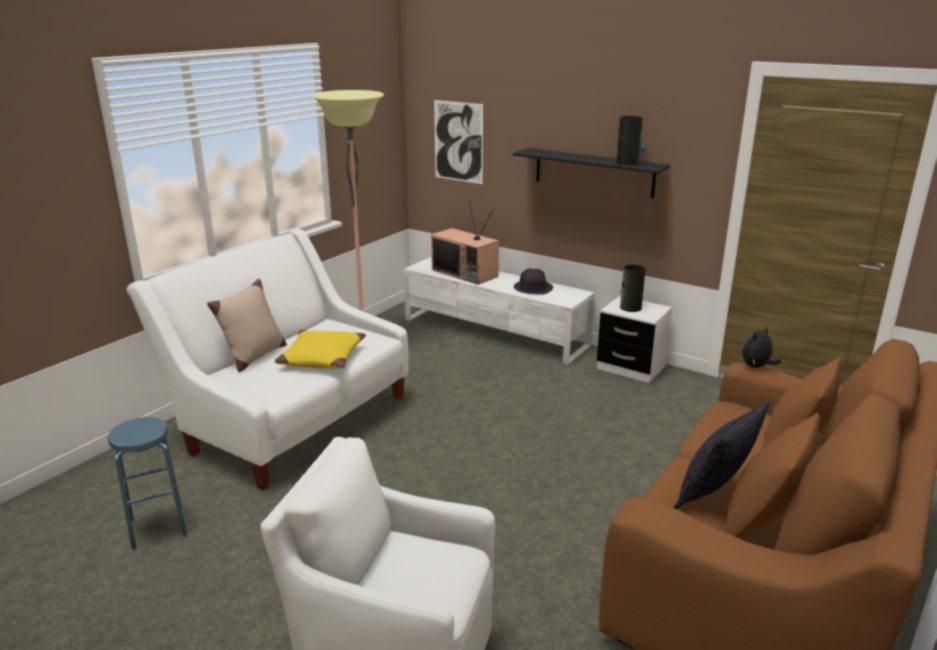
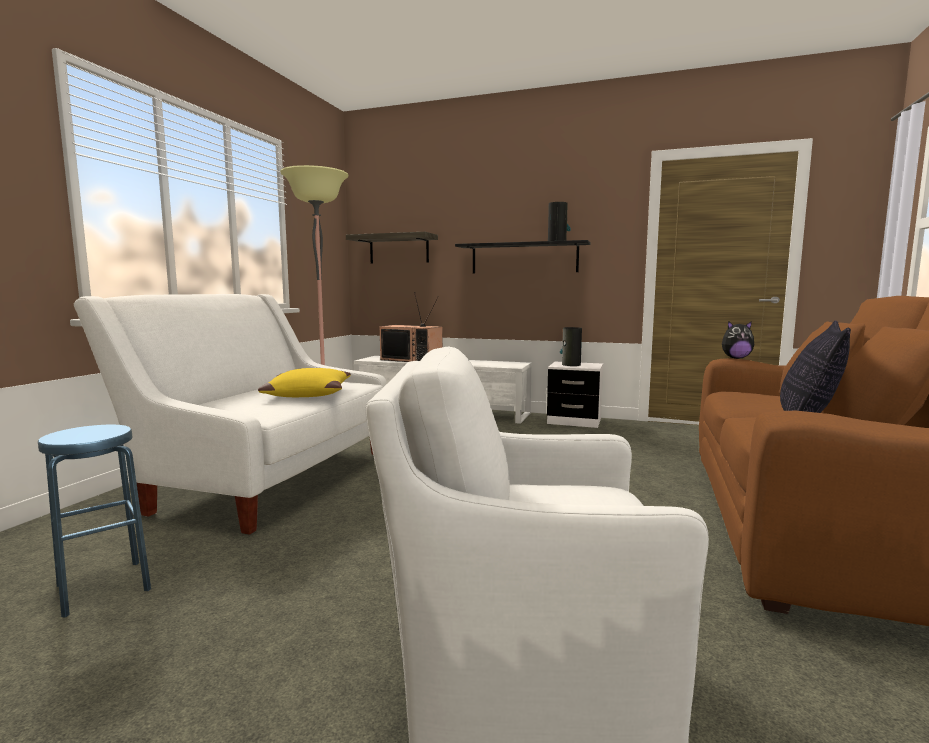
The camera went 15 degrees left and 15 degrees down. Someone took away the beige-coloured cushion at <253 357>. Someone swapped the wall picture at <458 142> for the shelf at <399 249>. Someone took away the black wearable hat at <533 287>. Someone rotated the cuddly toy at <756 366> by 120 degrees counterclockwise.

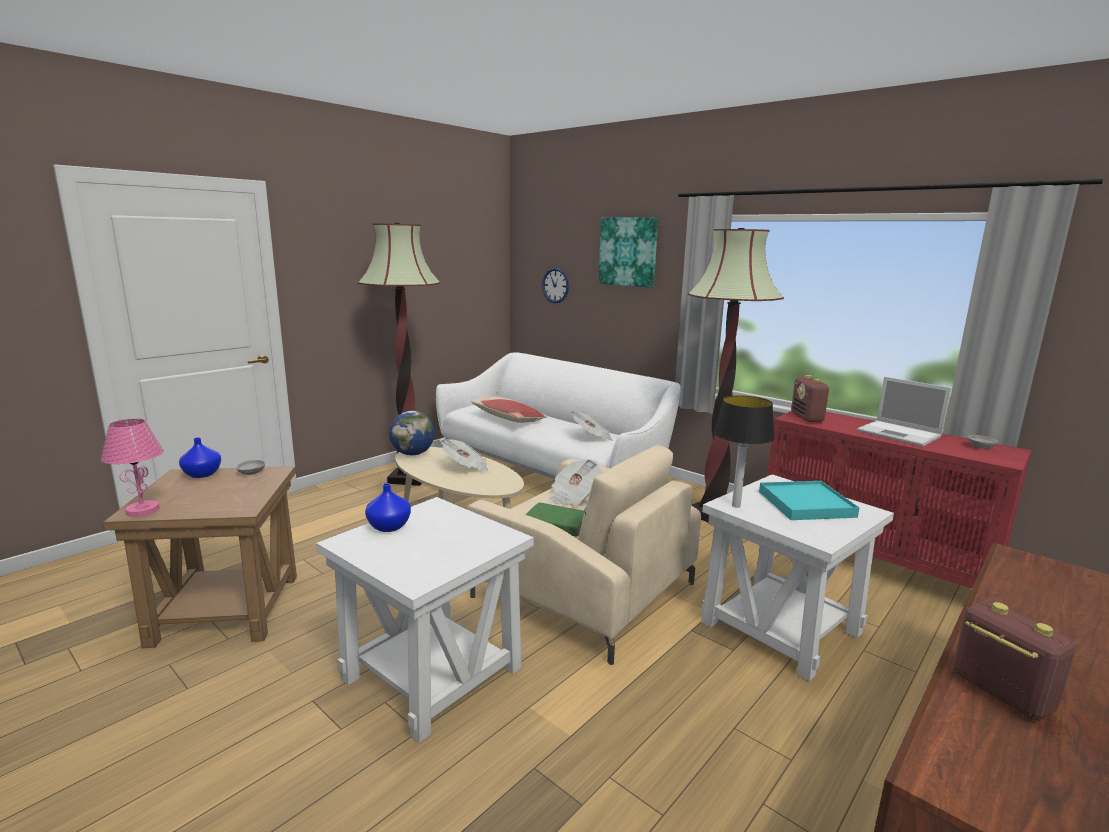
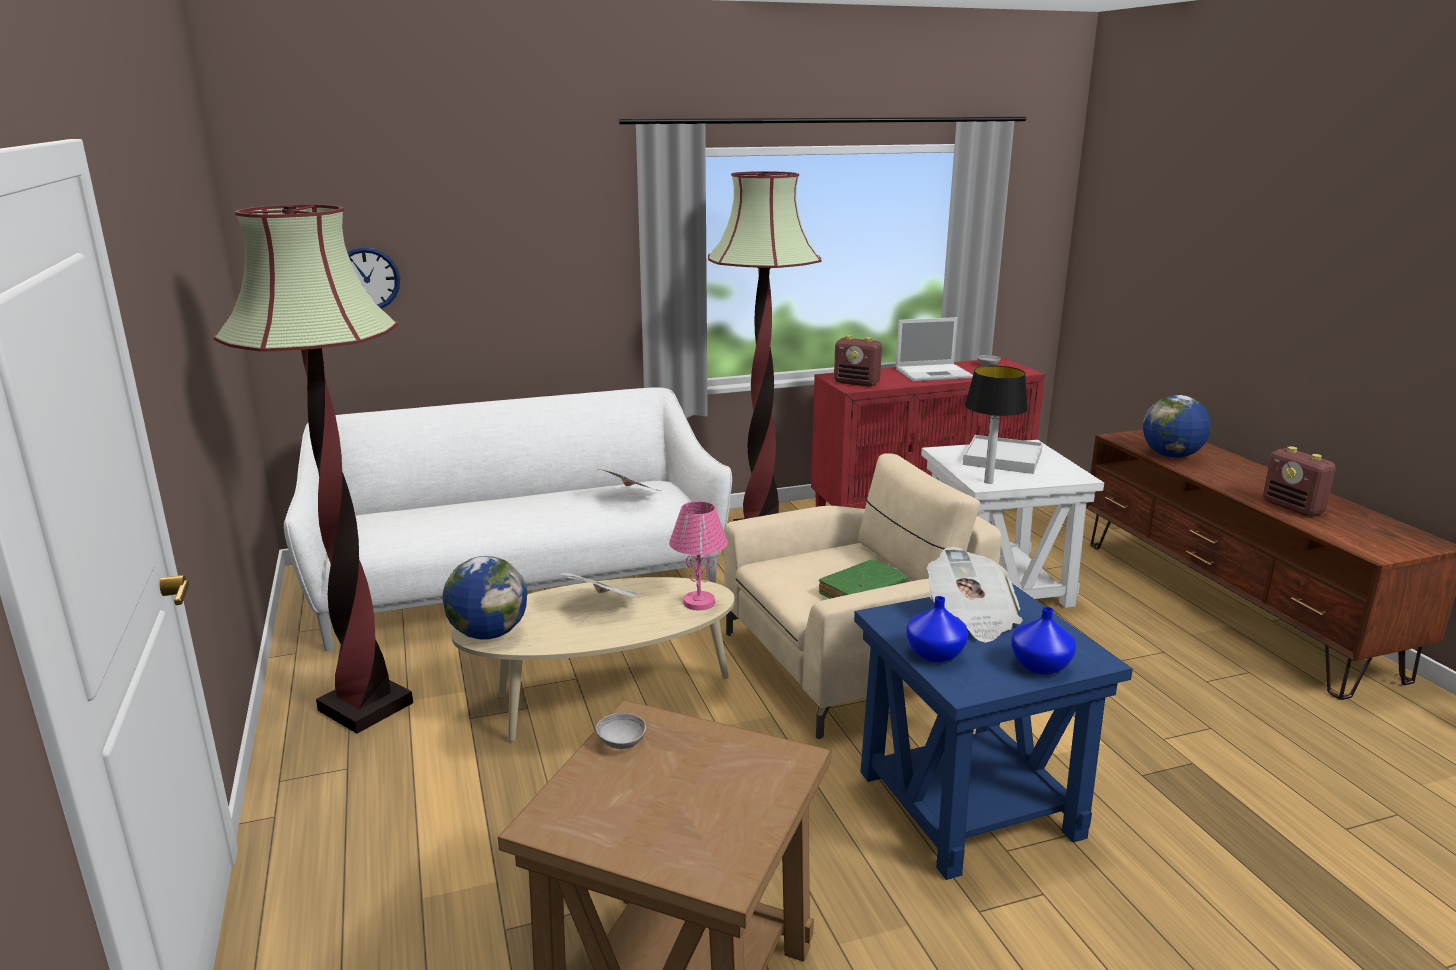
The camera went 60 degrees left and 5 degrees up. Someone carried the pink-coloured lamp for a table from <142 510> to <698 603>. Someone carried the bluish vase from <202 474> to <1041 666>. Someone repainted the whitish accent table at <432 674>, which became the bluish accent table at <970 804>. Someone took away the cushion at <507 418>. Someone carried the printed paper from <574 497> to <972 617>. Someone took away the wall picture at <628 252>. Someone repainted the blue-green tray at <805 504>, which became the whitish tray at <1002 458>. Someone rotated the radio at <999 692> by 120 degrees counterclockwise. Someone put down the world globe at <1171 456>.

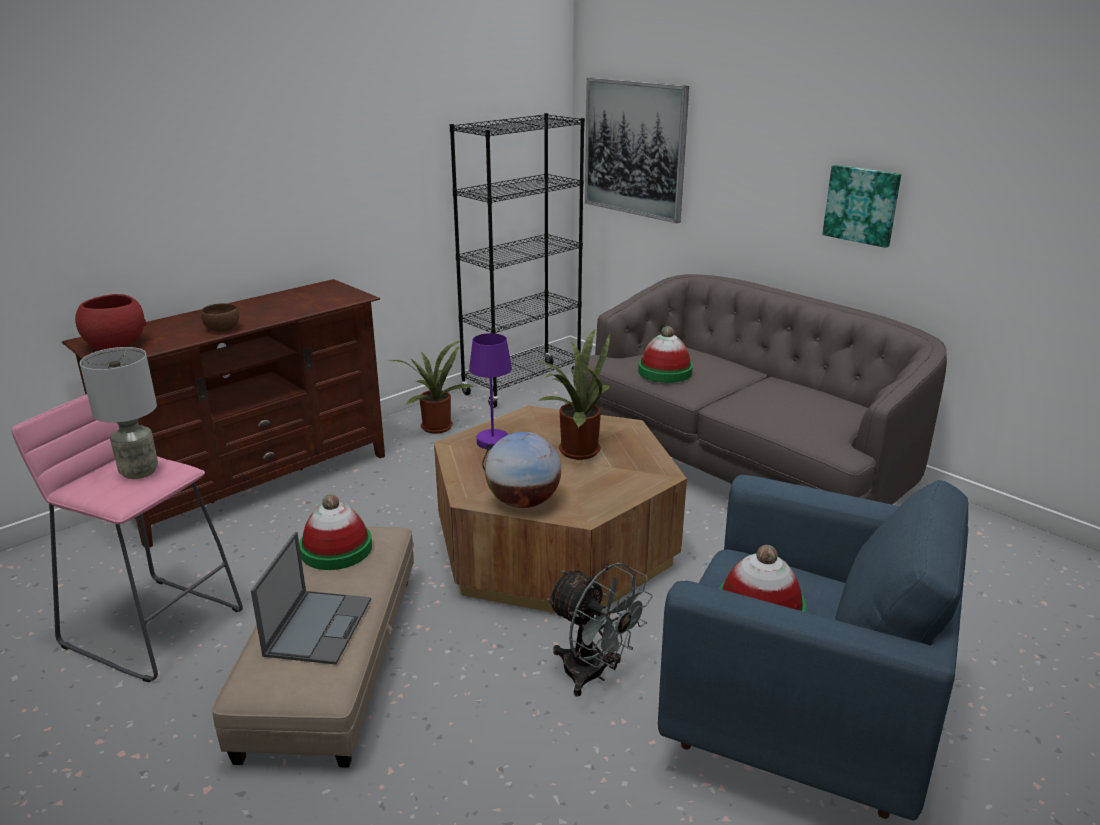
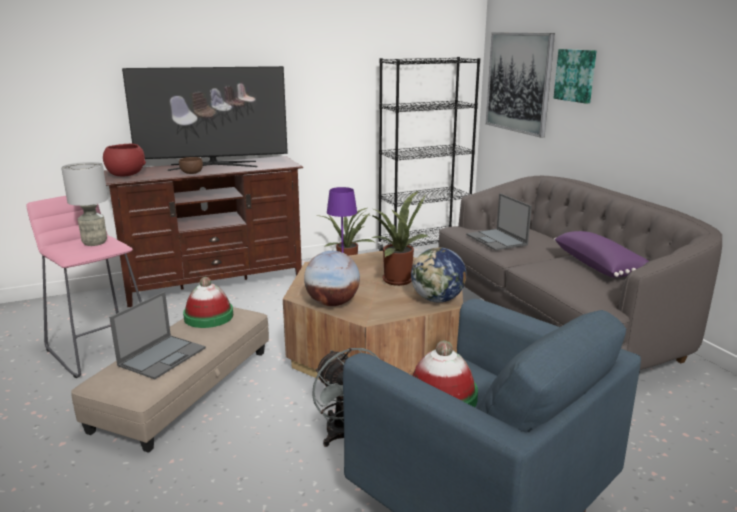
The camera went 20 degrees right and 5 degrees down. Someone swapped the wearable hat at <665 372> for the portable computer at <497 240>. Someone carried the wall picture from <862 205> to <576 75>. Someone put down the television at <213 165>. Someone put down the world globe at <437 300>. Someone put down the purple cushion at <600 266>.

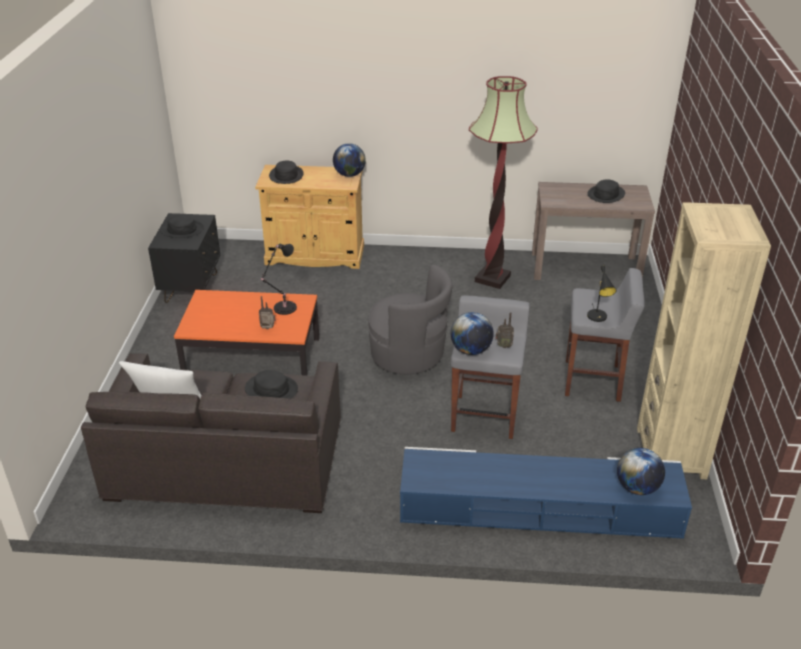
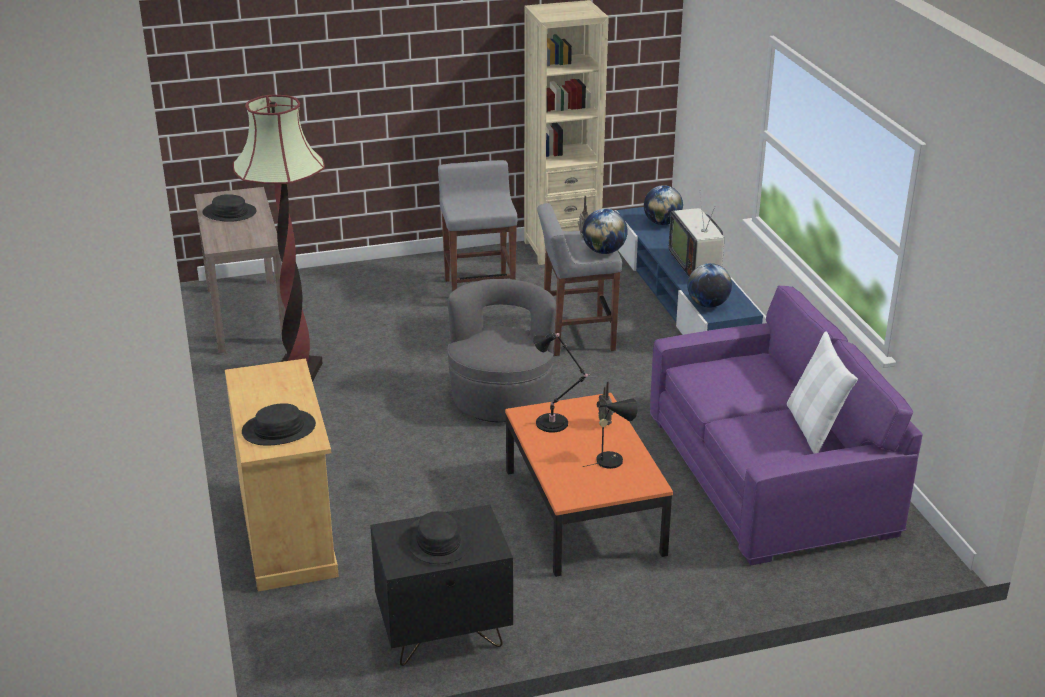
The camera went 110 degrees left and 5 degrees down. Someone repainted the greyish settee at <226 460>, which became the purple settee at <769 473>. Someone took away the black wearable hat at <271 389>. Someone carried the world globe from <349 175> to <708 304>. Someone carried the black lamp for a table from <598 318> to <613 459>. Someone put down the television at <697 265>.

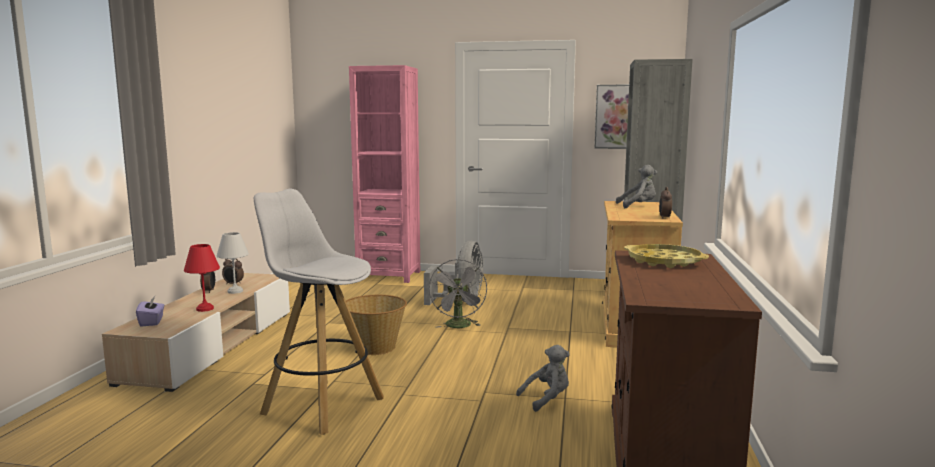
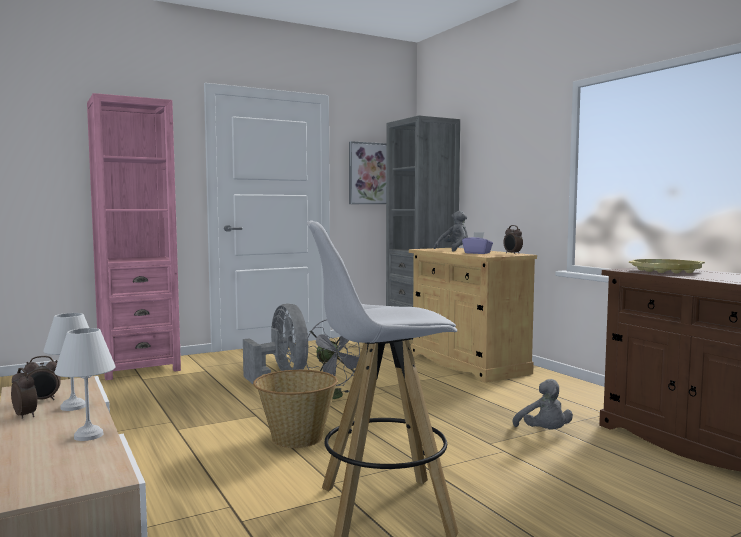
The camera went 40 degrees left and 5 degrees down. Someone carried the purple tissue holder from <152 322> to <477 253>. Someone repainted the red-coloured lamp for a table at <205 308>, which became the whitish lamp for a table at <89 435>. Someone rotated the greyish cuddly toy at <547 399> by 135 degrees clockwise.

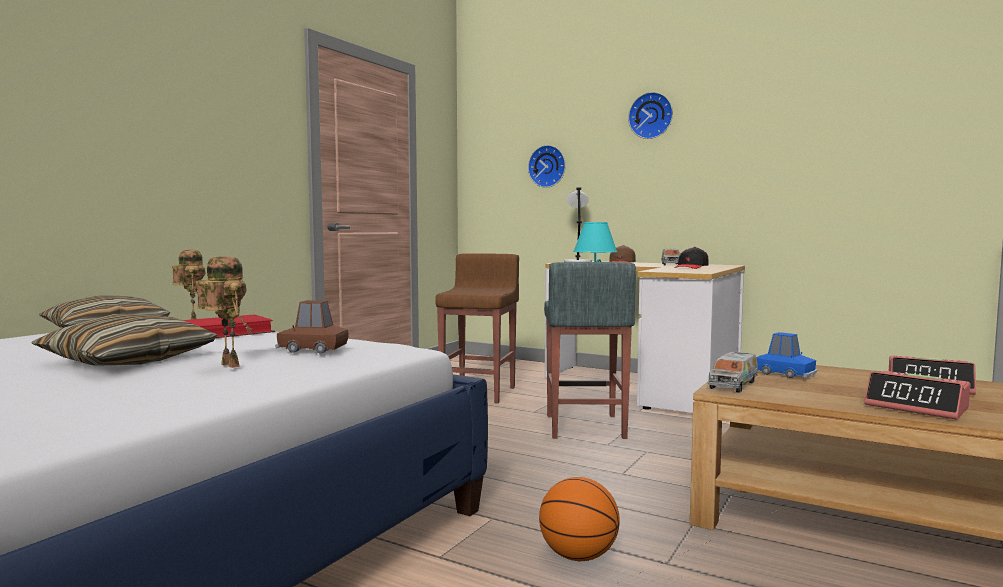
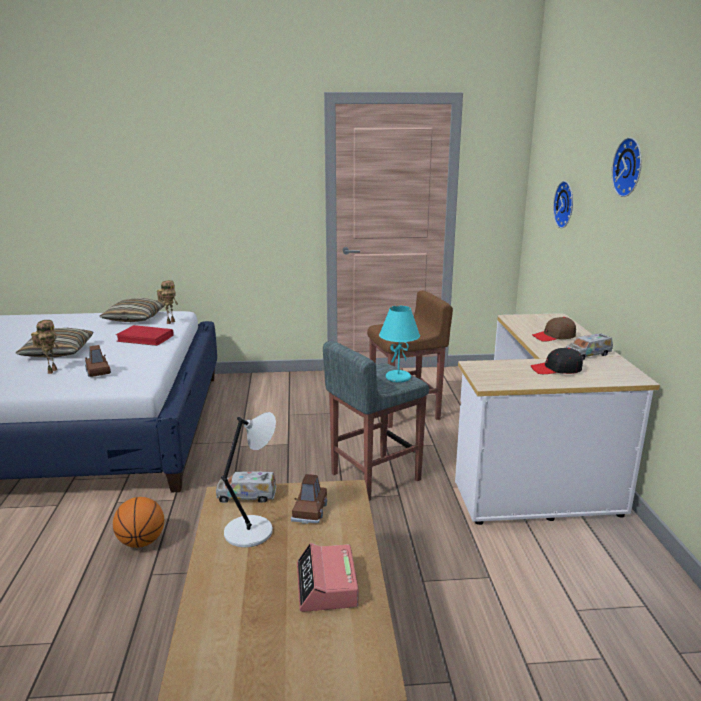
The camera went 55 degrees right and 15 degrees up. Someone carried the greyish lamp for a table from <577 262> to <251 531>. Someone repainted the bluish model car at <785 374>, which became the brown-coloured model car at <310 511>. Someone took away the bedside clock at <917 407>.

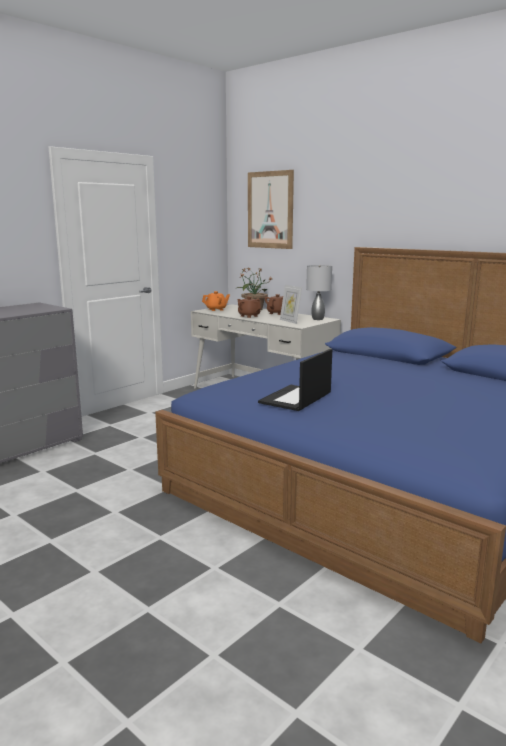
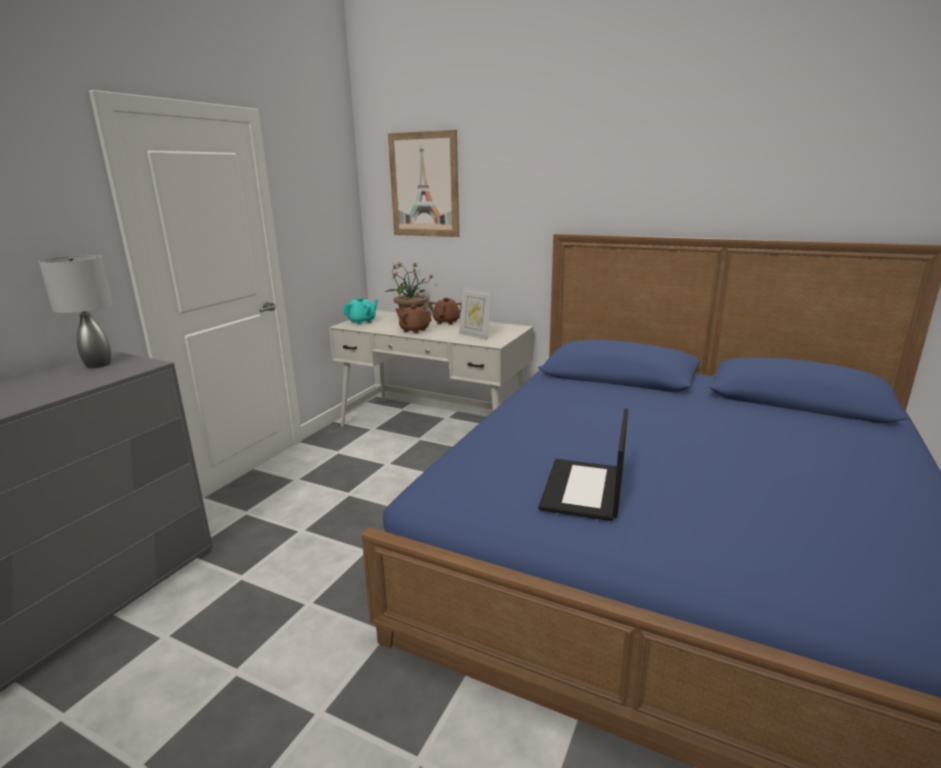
The camera went 15 degrees left and 5 degrees up. Someone repainted the orangey tea pot at <216 309>, which became the blue-green tea pot at <362 322>. Someone carried the greyish lamp for a table from <317 319> to <98 365>.

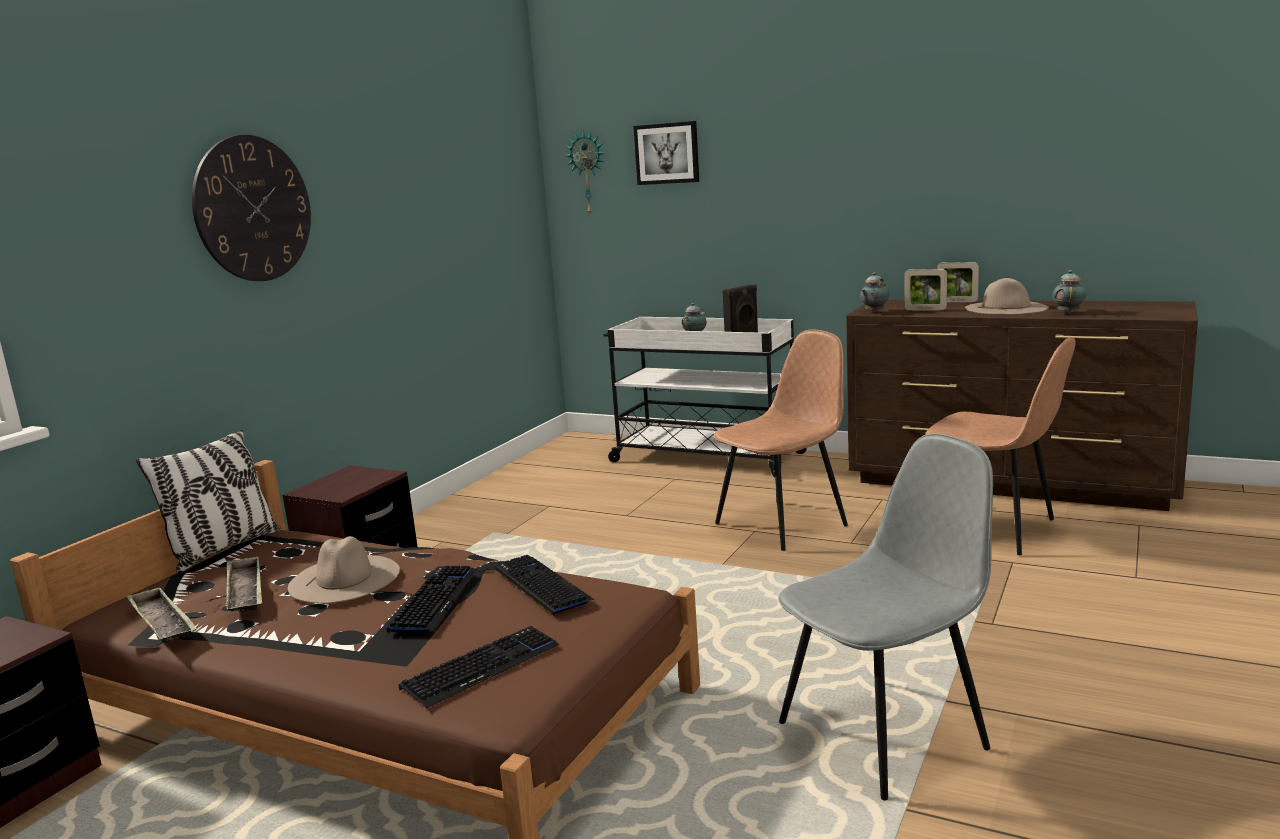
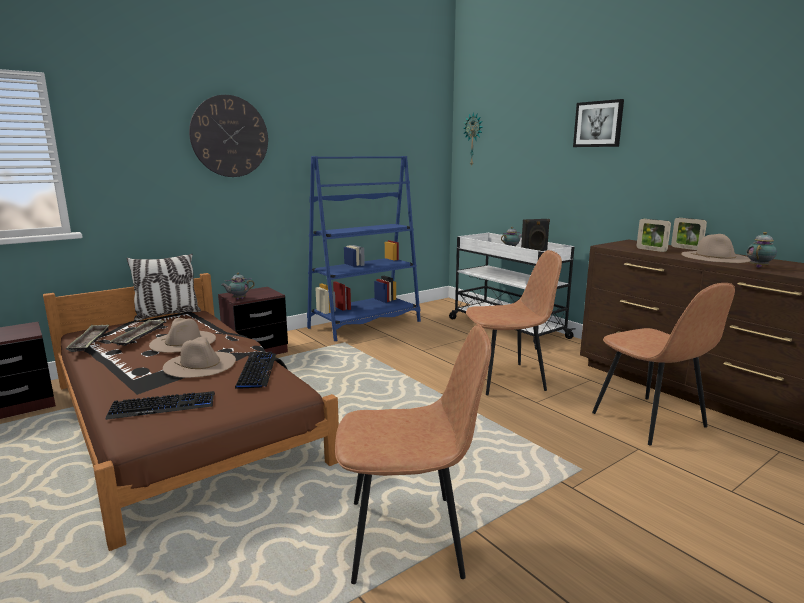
The camera went 25 degrees right and 0 degrees up. Someone swapped the computer keyboard at <434 600> for the beige-coloured wearable hat at <200 364>. Someone carried the wall picture from <667 153> to <598 124>. Someone repainted the greyish chair at <886 734>, which became the brown-coloured chair at <408 538>. Someone carried the tea pot from <873 312> to <238 299>. Someone put down the bluish shelving unit at <365 325>.

